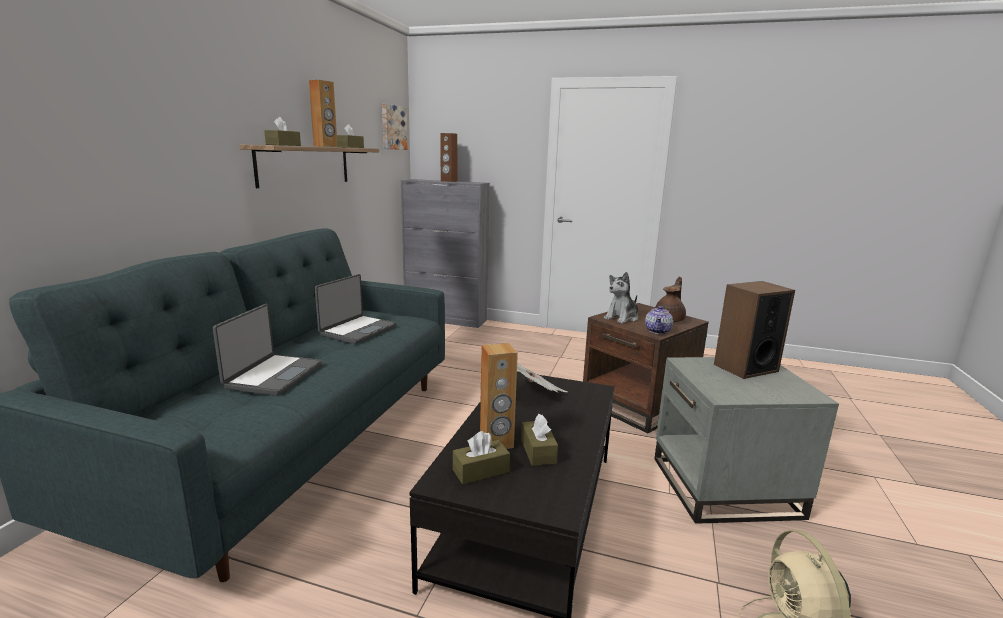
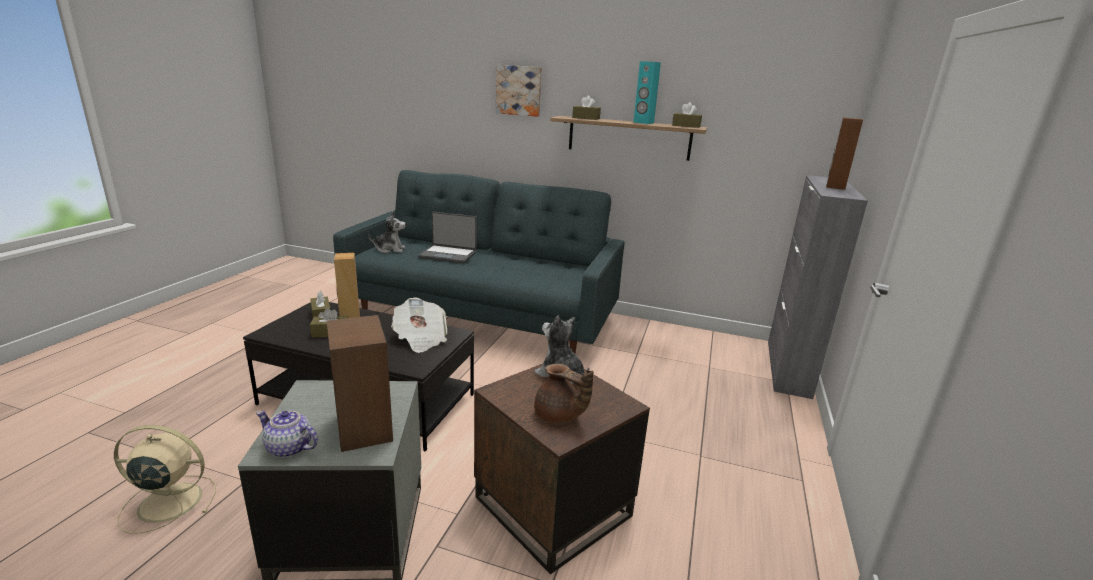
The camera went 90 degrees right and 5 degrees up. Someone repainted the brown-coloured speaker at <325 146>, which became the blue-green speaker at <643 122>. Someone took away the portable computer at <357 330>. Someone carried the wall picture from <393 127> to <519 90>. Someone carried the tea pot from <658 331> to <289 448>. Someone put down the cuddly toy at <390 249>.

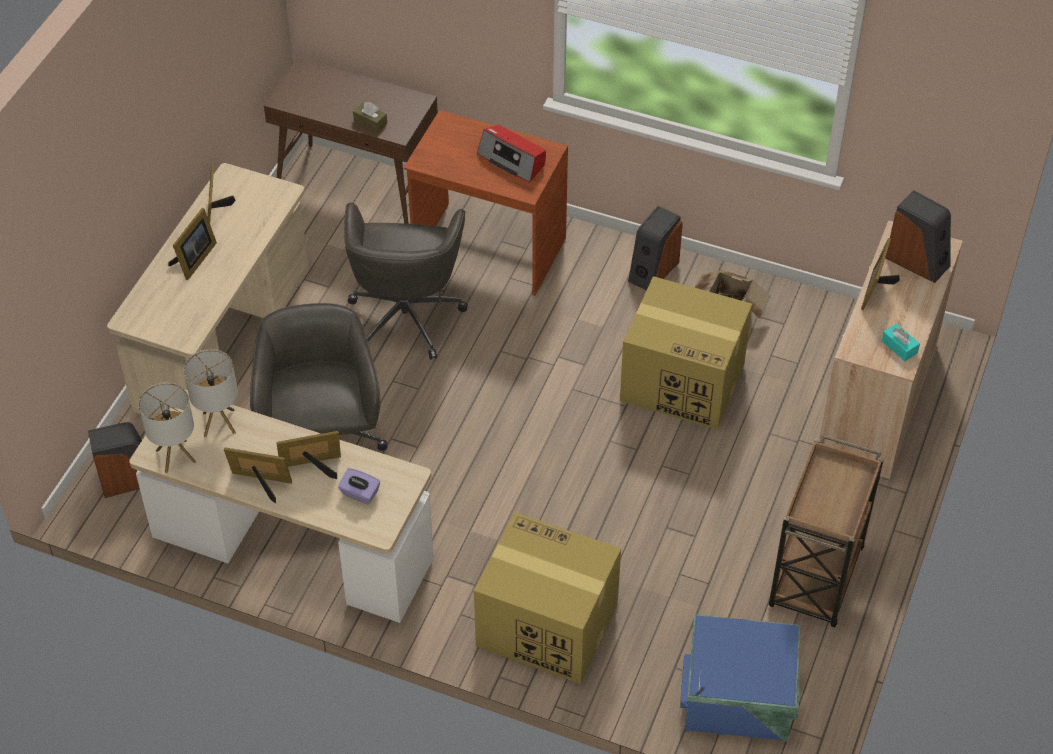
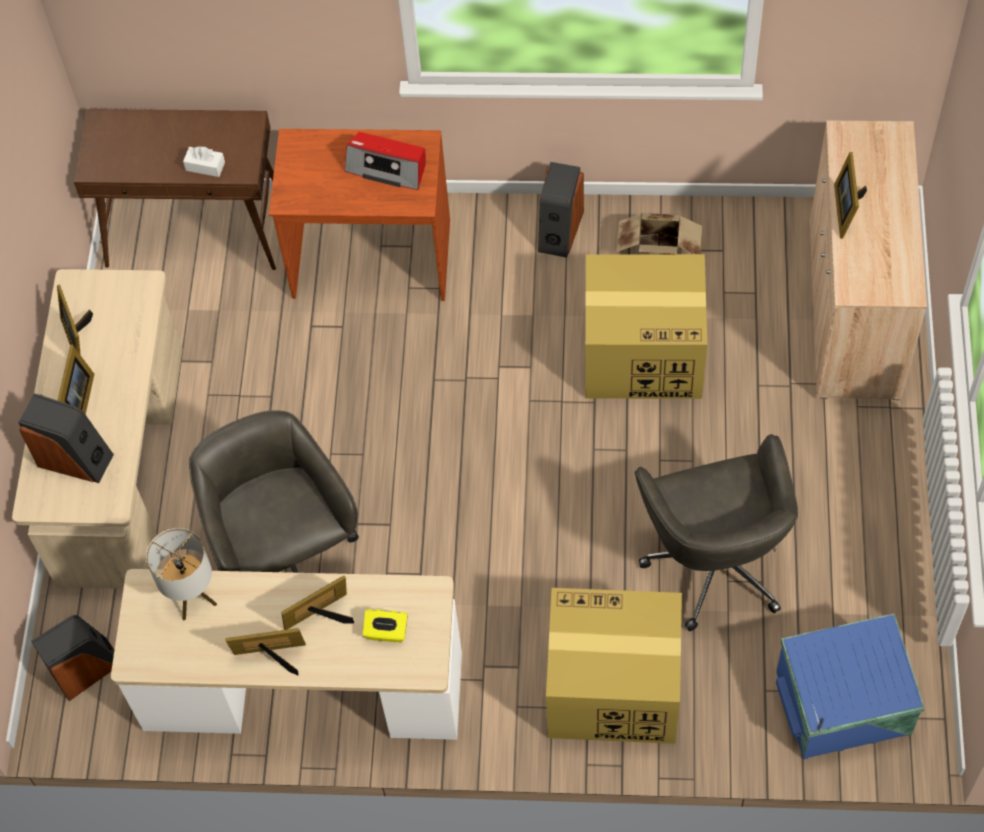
The camera went 15 degrees left and 10 degrees up. Someone took away the lamp for a table at <175 456>. Someone repainted the purple tissue holder at <360 494>, which became the yellowish tissue holder at <386 632>. Someone carried the greyish desk chair from <406 315> to <715 561>. Someone repainted the brown-coloured tissue holder at <370 122>, which became the whitish tissue holder at <205 166>. Someone took away the brown-coloured trolley at <815 579>. Someone took away the blue-green tissue holder at <899 347>. Someone carried the speaker from <917 260> to <75 458>.

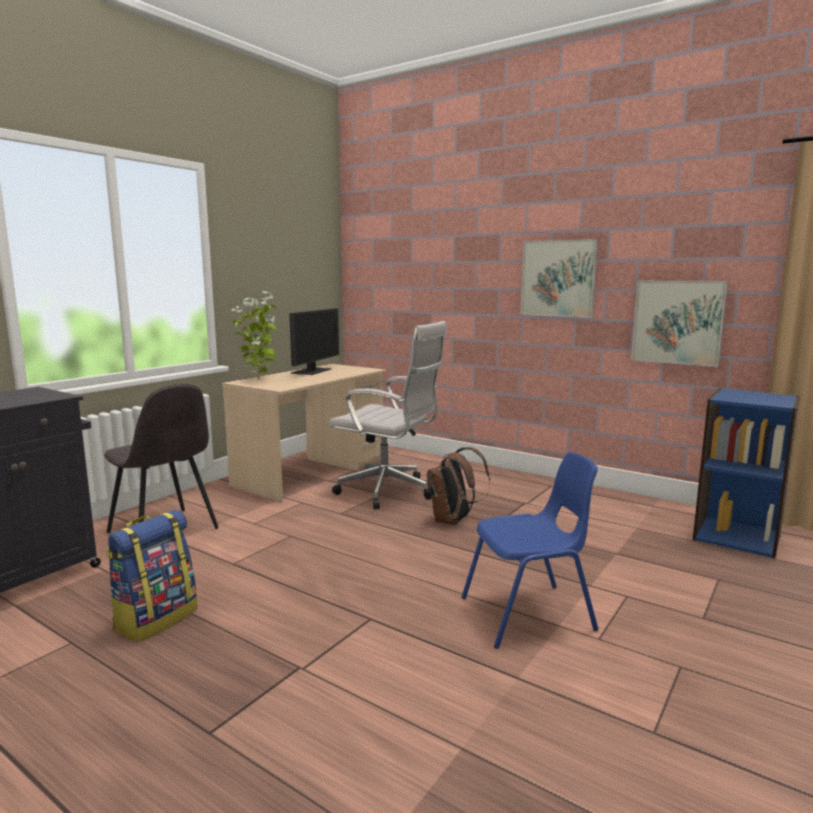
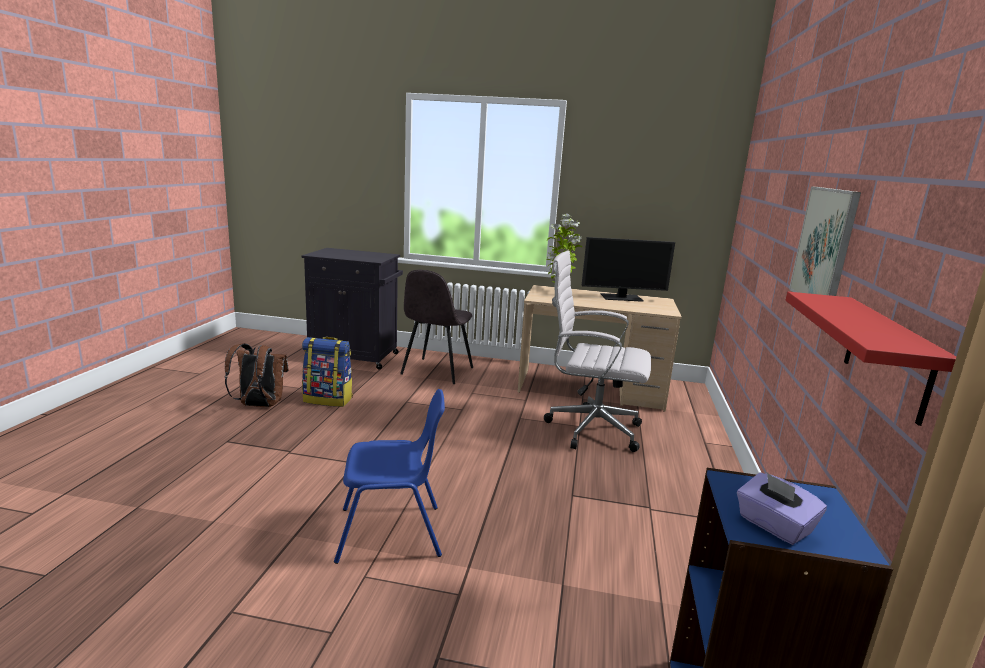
The camera went 65 degrees right and 5 degrees up. Someone rotated the whitish desk chair at <389 492> by 105 degrees clockwise. Someone carried the brown-coloured knapsack from <453 521> to <259 405>. Someone rotated the bluish chair at <529 614> by 60 degrees counterclockwise. Someone swapped the wall picture at <677 322> for the red-coloured shelf at <887 356>. Someone put down the purple tissue holder at <773 526>.

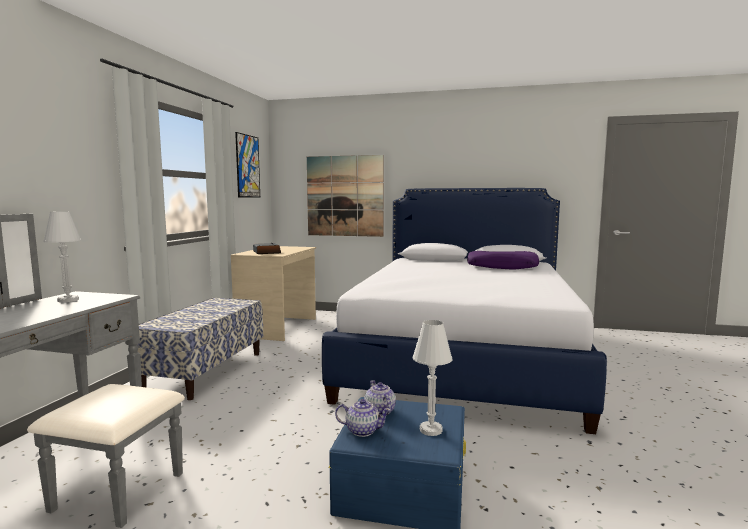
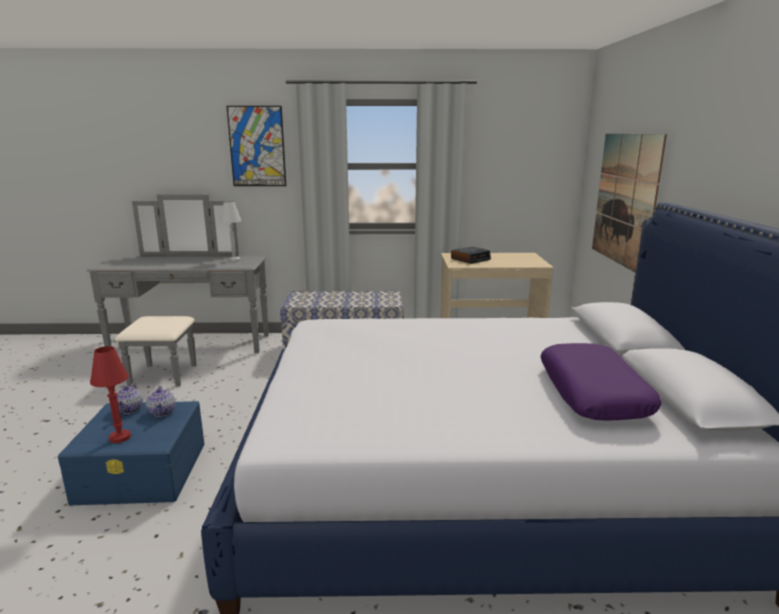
The camera went 75 degrees right and 10 degrees up. Someone carried the wall picture from <248 166> to <257 146>. Someone rotated the tea pot at <379 412> by 105 degrees clockwise. Someone repainted the whitish lamp for a table at <431 430>, which became the red-coloured lamp for a table at <120 437>.

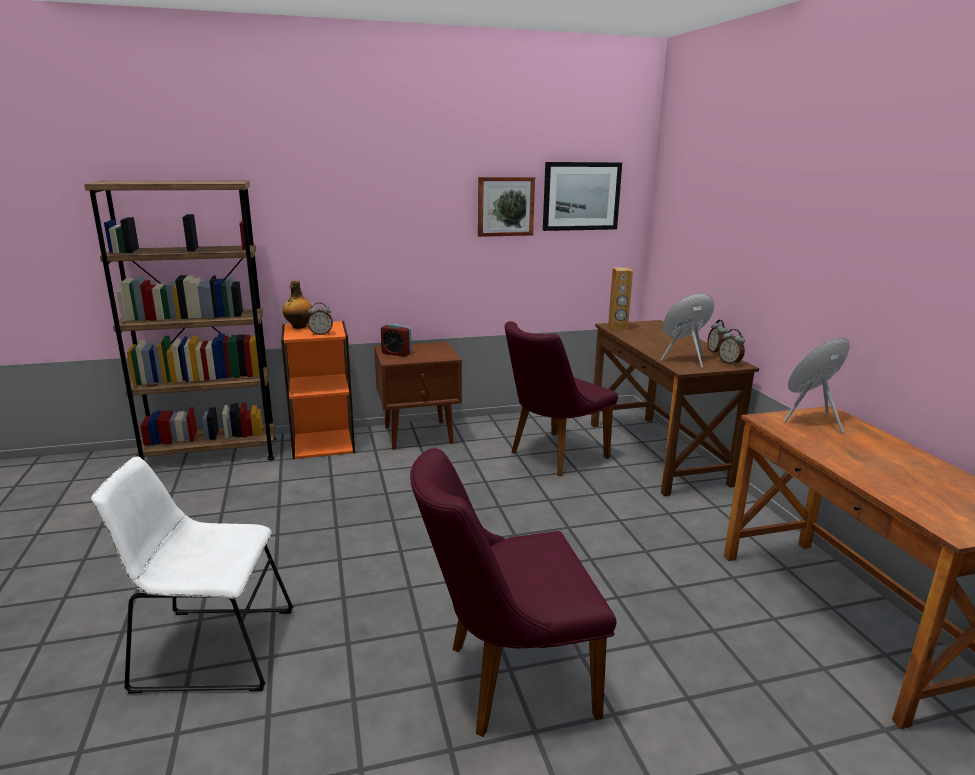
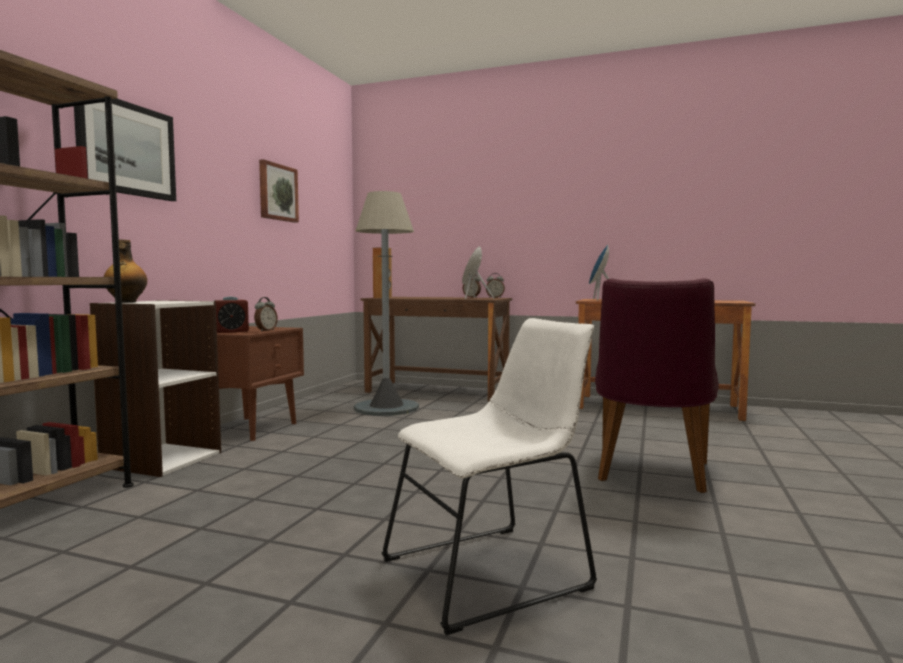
The camera went 55 degrees left and 15 degrees down. Someone rotated the whitish chair at <208 648> by 150 degrees counterclockwise. Someone repainted the orangey shelving unit at <323 443>, which became the whitish shelving unit at <161 459>. Someone carried the bedside clock from <321 334> to <265 330>. Someone swapped the purple chair at <551 456> for the greyish standing lamp at <386 408>. Someone carried the wall picture from <581 196> to <127 149>.

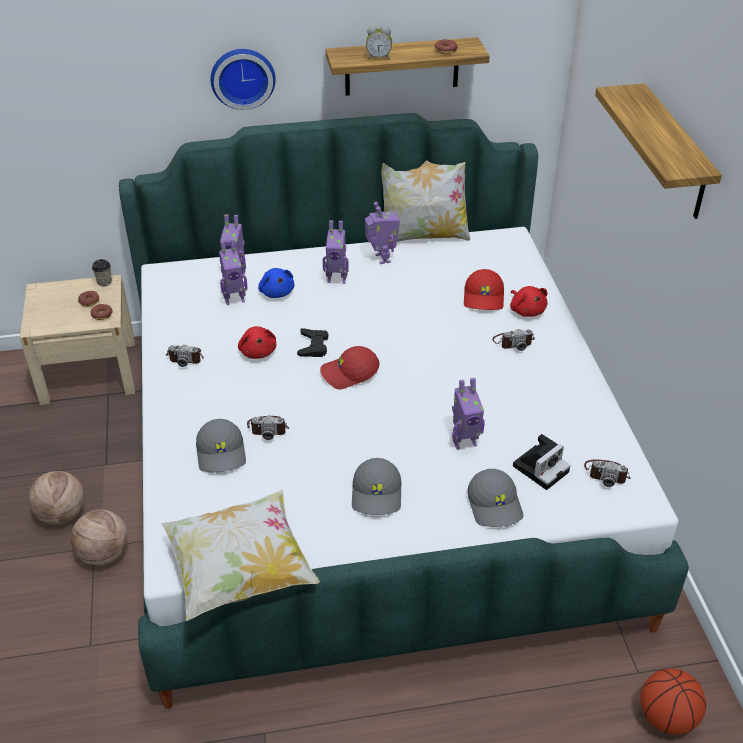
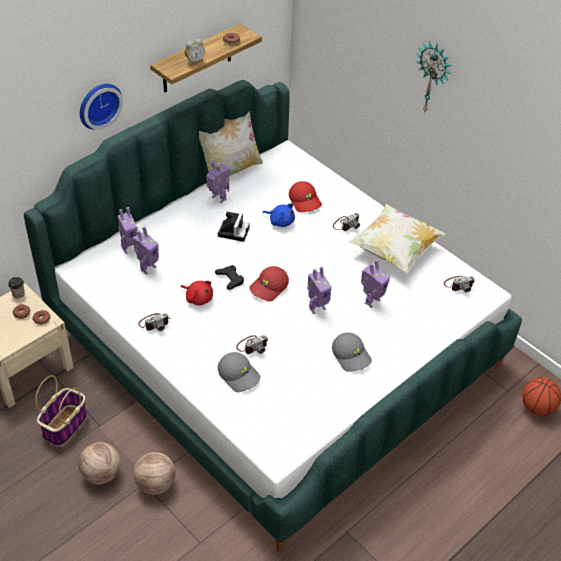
The camera went 35 degrees left and 5 degrees up. Someone carried the cushion from <240 572> to <394 250>. Someone carried the bluish cuddly toy from <276 292> to <280 221>. Someone carried the robot figure from <336 279> to <316 308>. Someone took away the greyish peaked cap at <495 505>. Someone took away the red-coloured cuddly toy at <526 310>. Someone carried the photo camera from <541 467> to <233 231>. Someone swapped the shelf at <674 153> for the hanging clock at <432 78>. Someone put down the household basket at <65 425>.

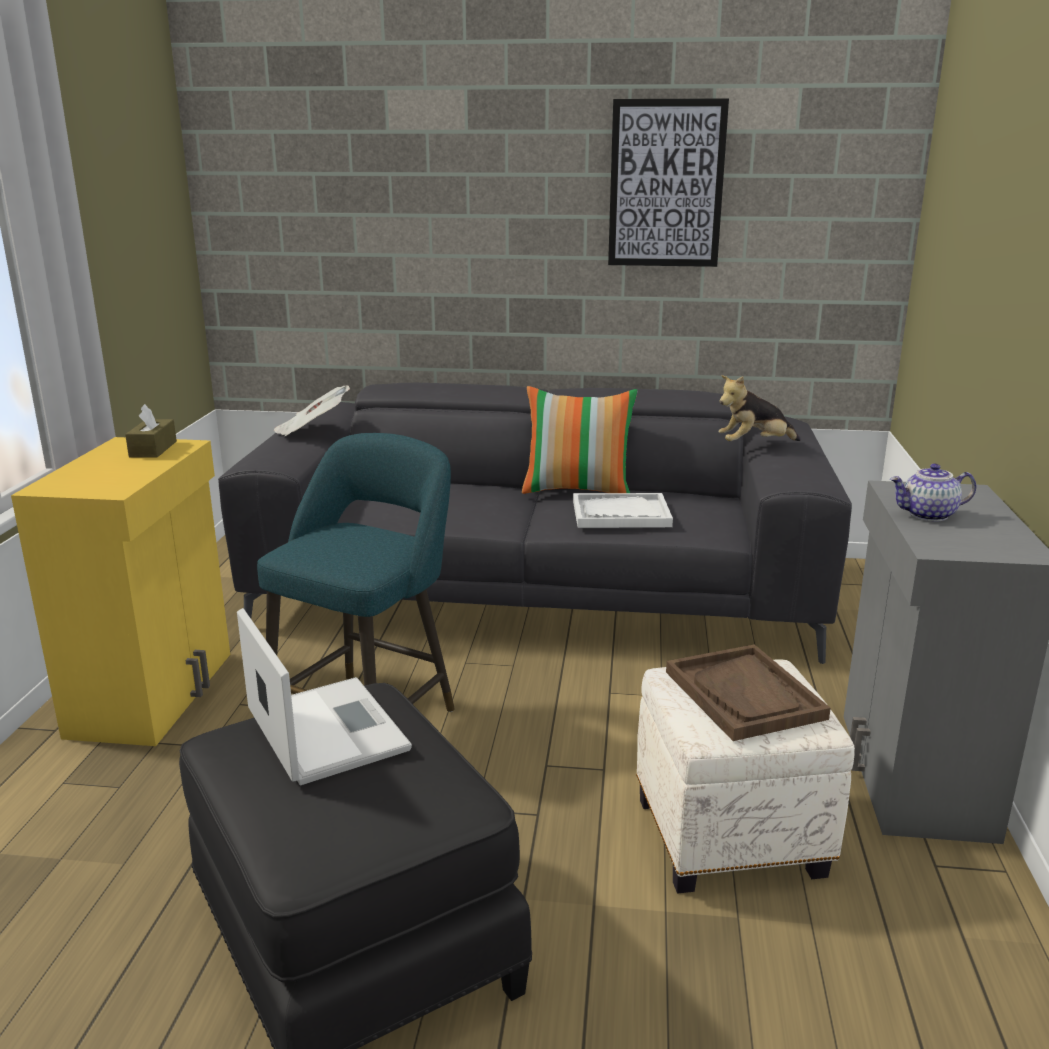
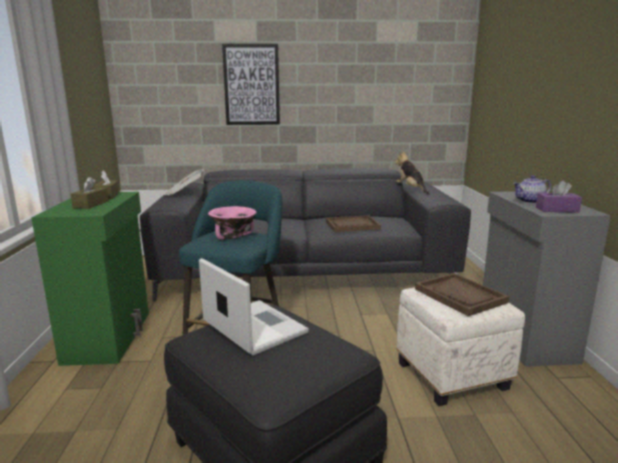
The camera went 10 degrees left and 5 degrees down. Someone repainted the yellowish cabinet at <155 693>, which became the green cabinet at <110 336>. Someone took away the cushion at <578 490>. Someone repainted the whitish tray at <620 514>, which became the brown-coloured tray at <352 225>. Someone carried the wall picture from <666 184> to <251 85>. Someone rotated the cuddly toy at <754 445> by 90 degrees clockwise. Someone put down the brown-coloured tissue holder at <91 204>. Someone put down the pink-coloured serving bowl at <233 236>. Someone put down the purple tissue holder at <557 210>.

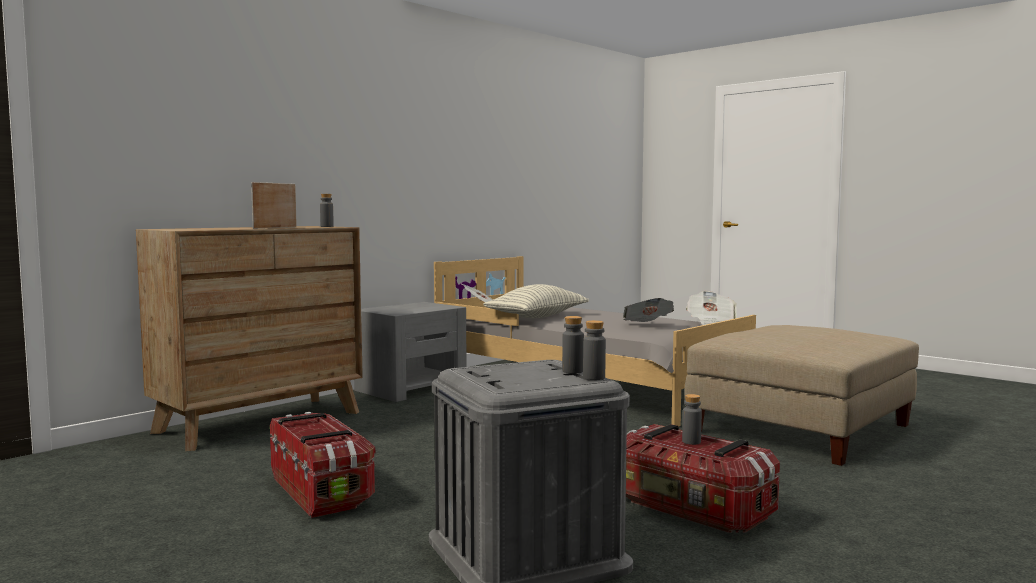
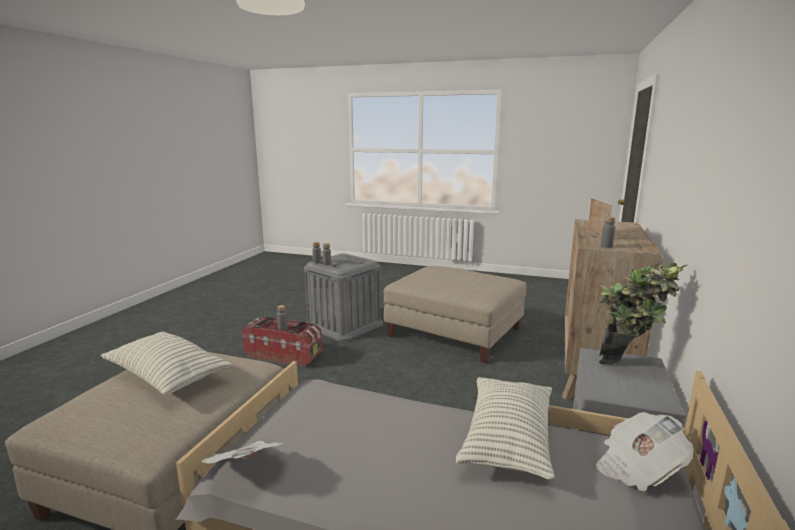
The camera went 155 degrees right and 10 degrees up. Someone swapped the storage container at <321 491> for the beige-coloured footrest at <455 332>. Someone took away the printed paper at <647 325>. Someone put down the cushion at <167 377>. Someone put down the houseplant at <629 368>.

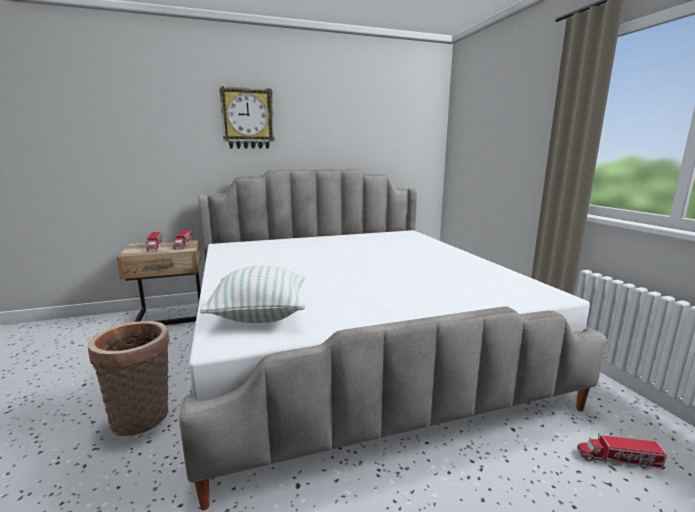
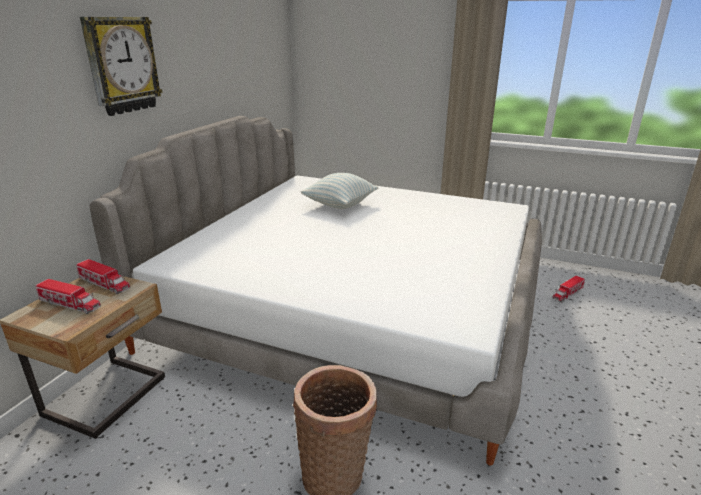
The camera went 50 degrees left and 10 degrees up. Someone carried the cushion from <260 315> to <340 205>.

